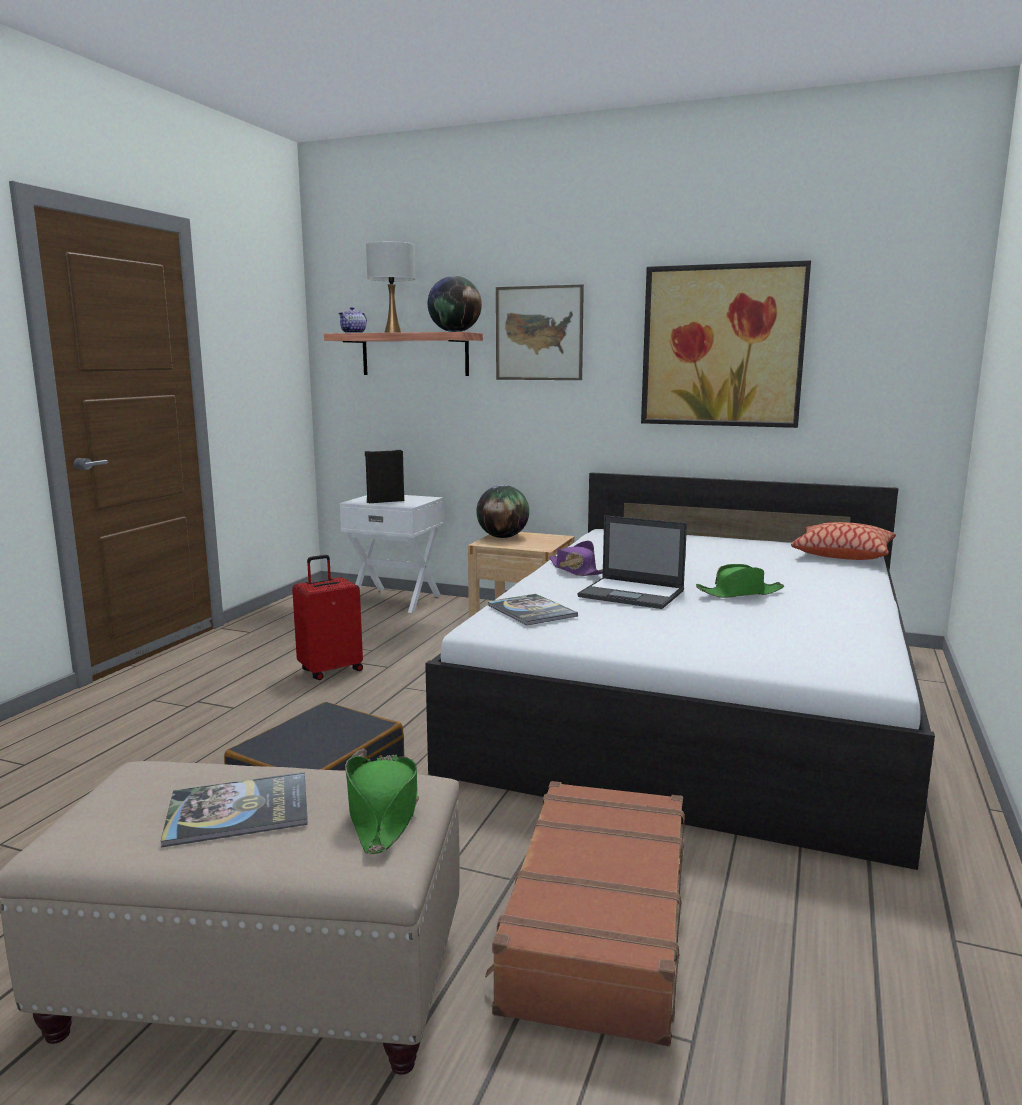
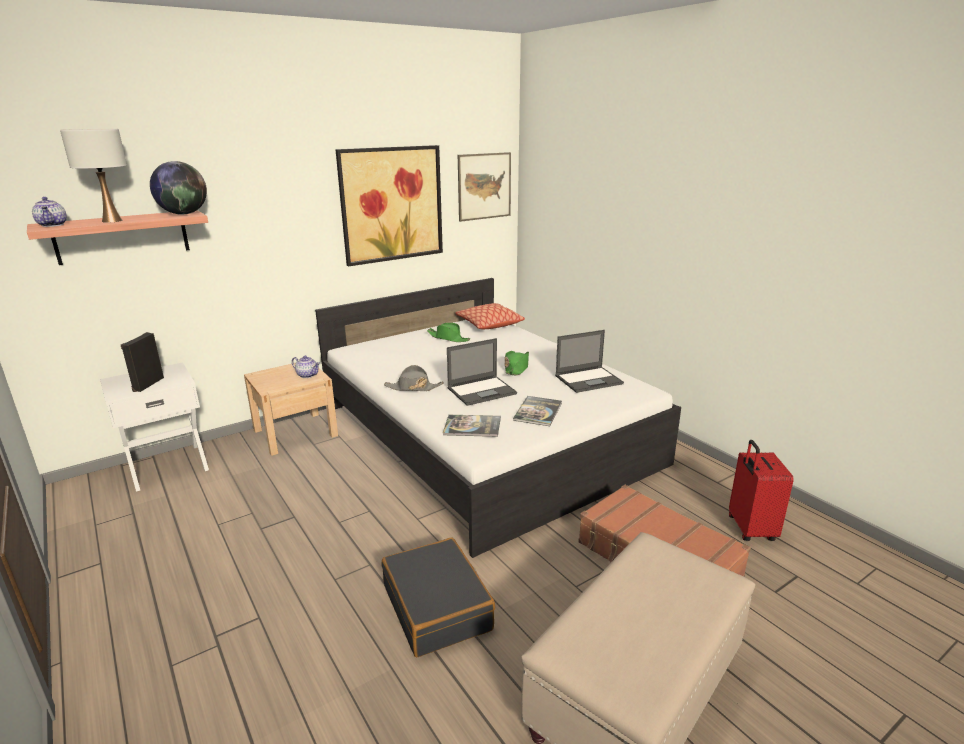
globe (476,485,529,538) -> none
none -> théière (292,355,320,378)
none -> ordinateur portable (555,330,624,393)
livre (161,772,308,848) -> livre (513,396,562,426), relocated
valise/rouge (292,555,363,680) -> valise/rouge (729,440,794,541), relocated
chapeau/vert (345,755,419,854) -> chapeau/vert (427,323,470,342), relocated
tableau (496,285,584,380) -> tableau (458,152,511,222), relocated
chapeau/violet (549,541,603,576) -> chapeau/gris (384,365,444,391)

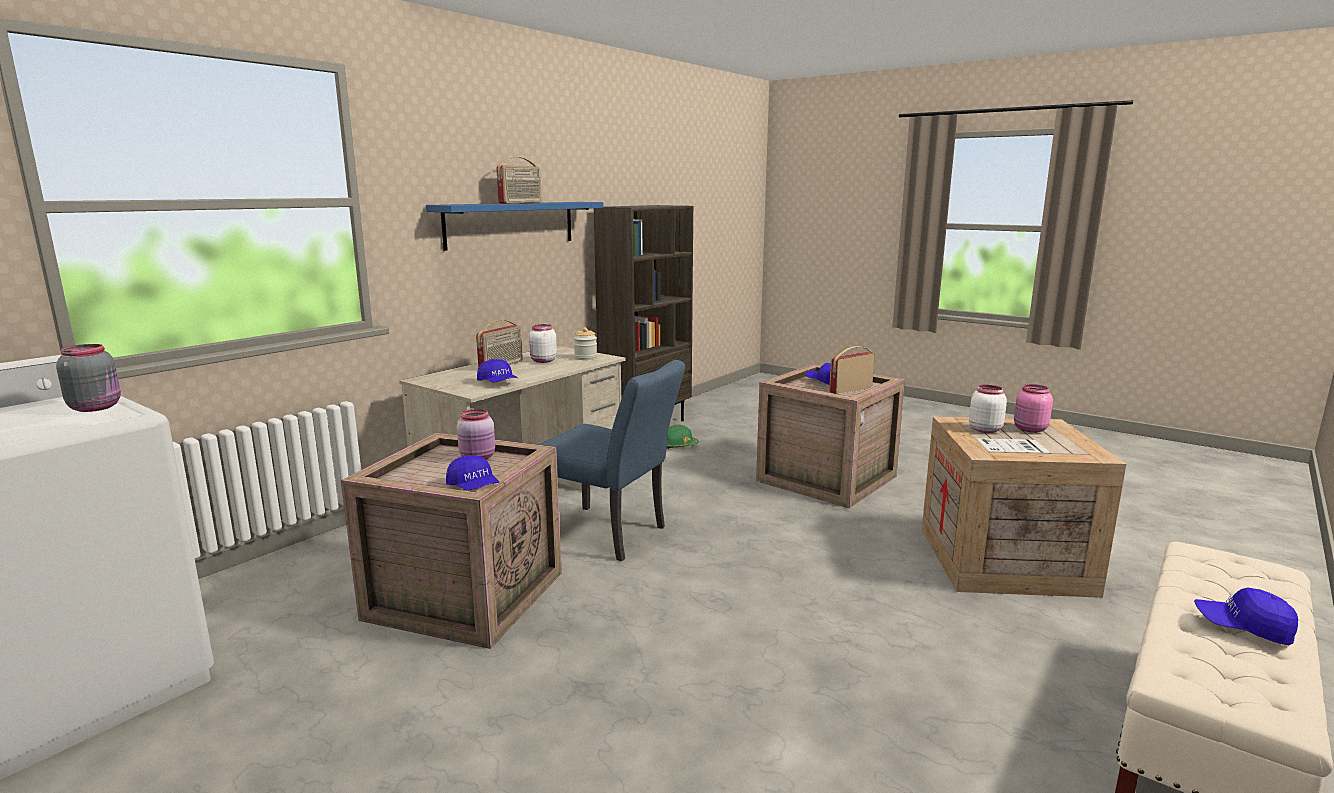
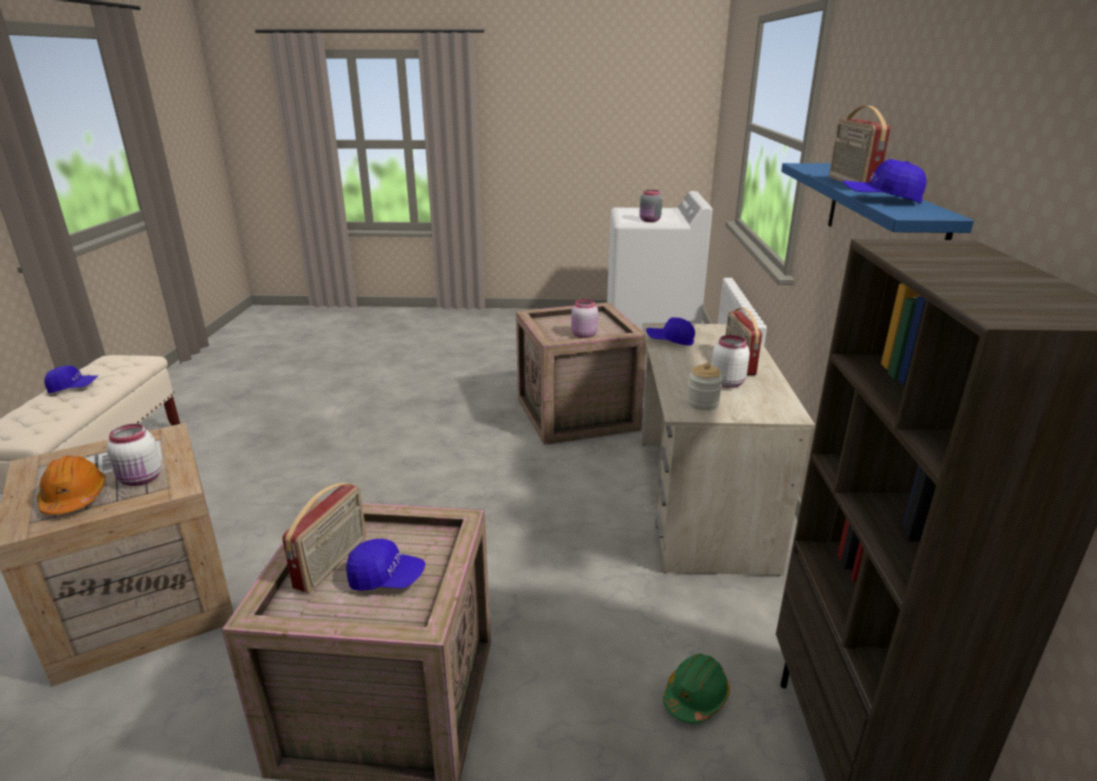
chaise/bleu (539,360,685,561) -> none
casquette/bleu (446,455,499,491) -> casquette/bleu (842,159,926,203), relocated
bocal/rose (1014,384,1053,433) -> casque de chantier/orange (37,456,106,515)

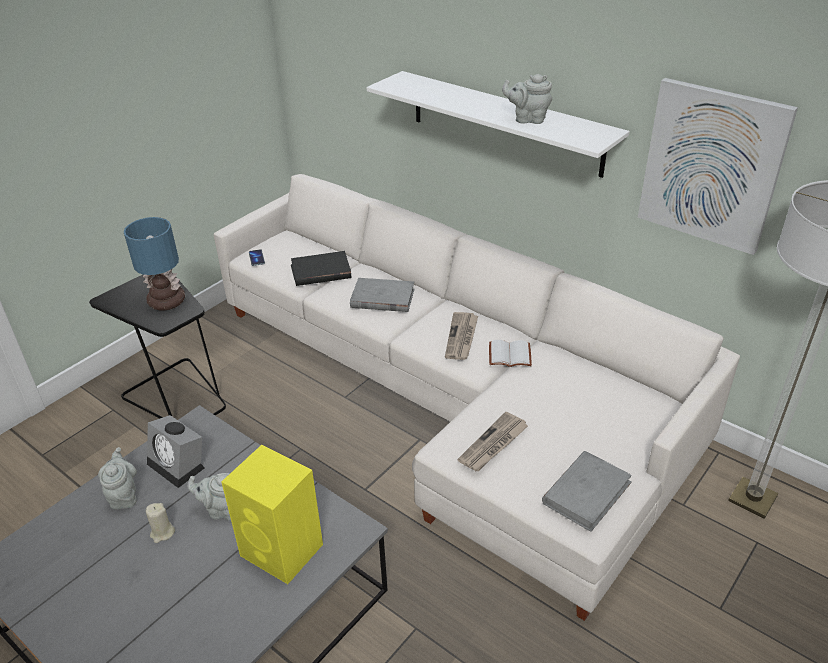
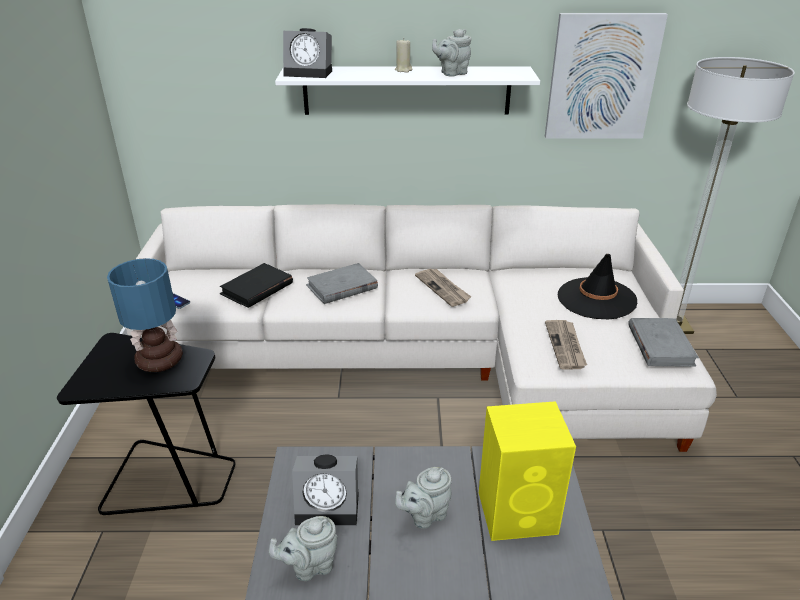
livre/blanc (489,340,532,367) -> none
none -> réveil (283,28,332,78)
none -> chapeau/noir (558,254,637,319)
bougie/beige (146,503,175,543) -> bougie/beige (395,38,412,73), relocated
théière/gris (98,447,137,509) -> théière/gris (269,516,338,581), 60 degrees counterclockwise

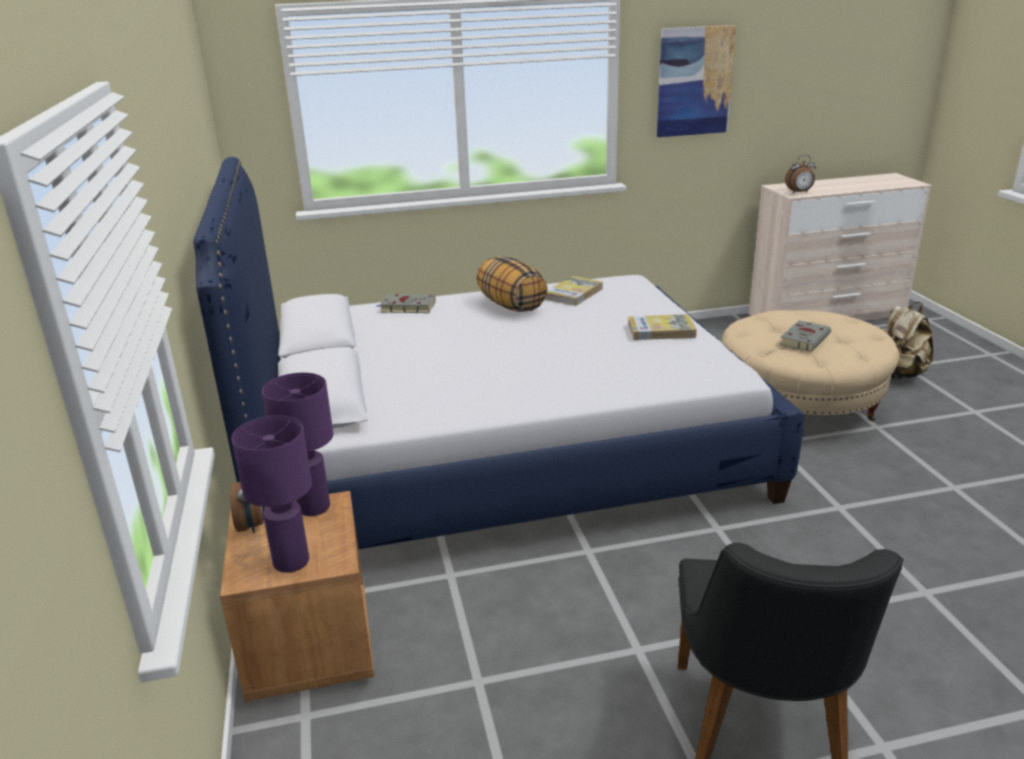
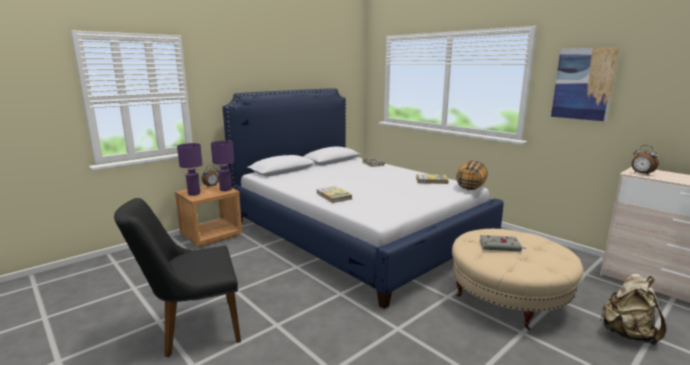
coussin (477,256,548,312) -> coussin (456,160,488,190), relocated
livre (628,314,697,340) -> livre (317,186,352,203), relocated

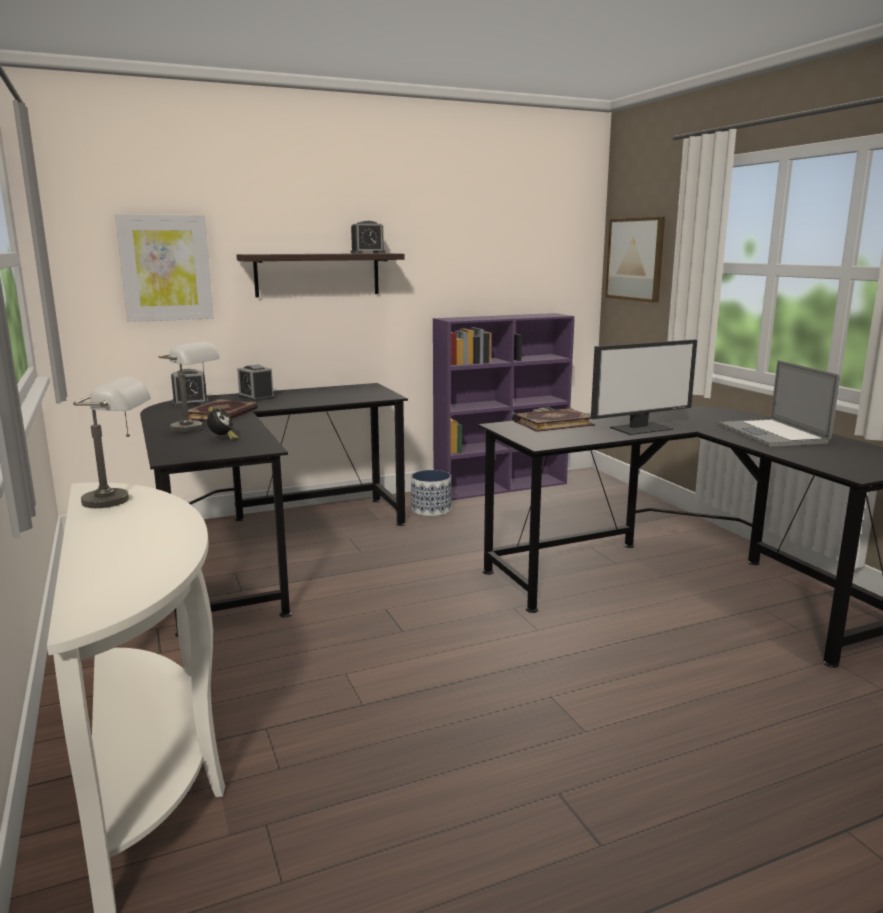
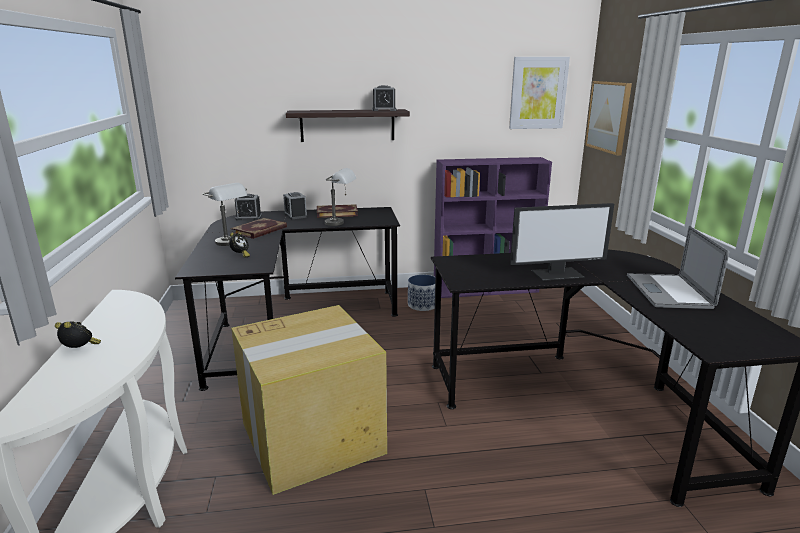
none -> réveil (55,321,101,348)
none -> carton (231,305,387,495)
lampe de table/gris (73,376,151,508) -> lampe de table/gris (325,168,356,226), relocated
tableau (115,214,214,322) -> tableau (509,57,570,129), relocated
livre (513,408,595,432) -> livre (317,204,358,218), relocated

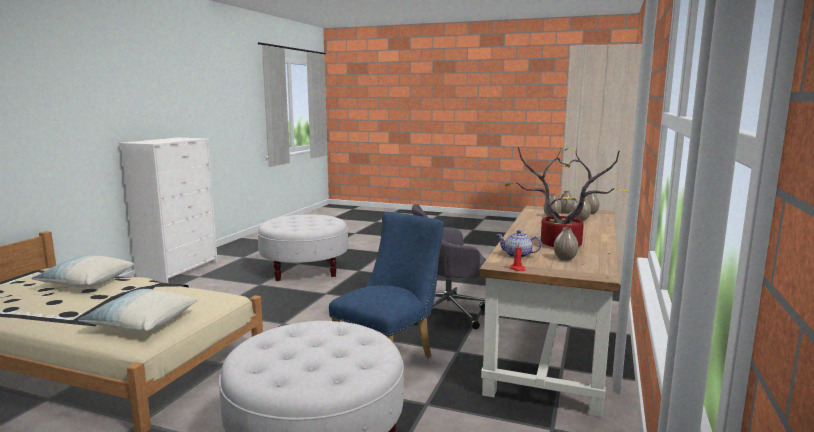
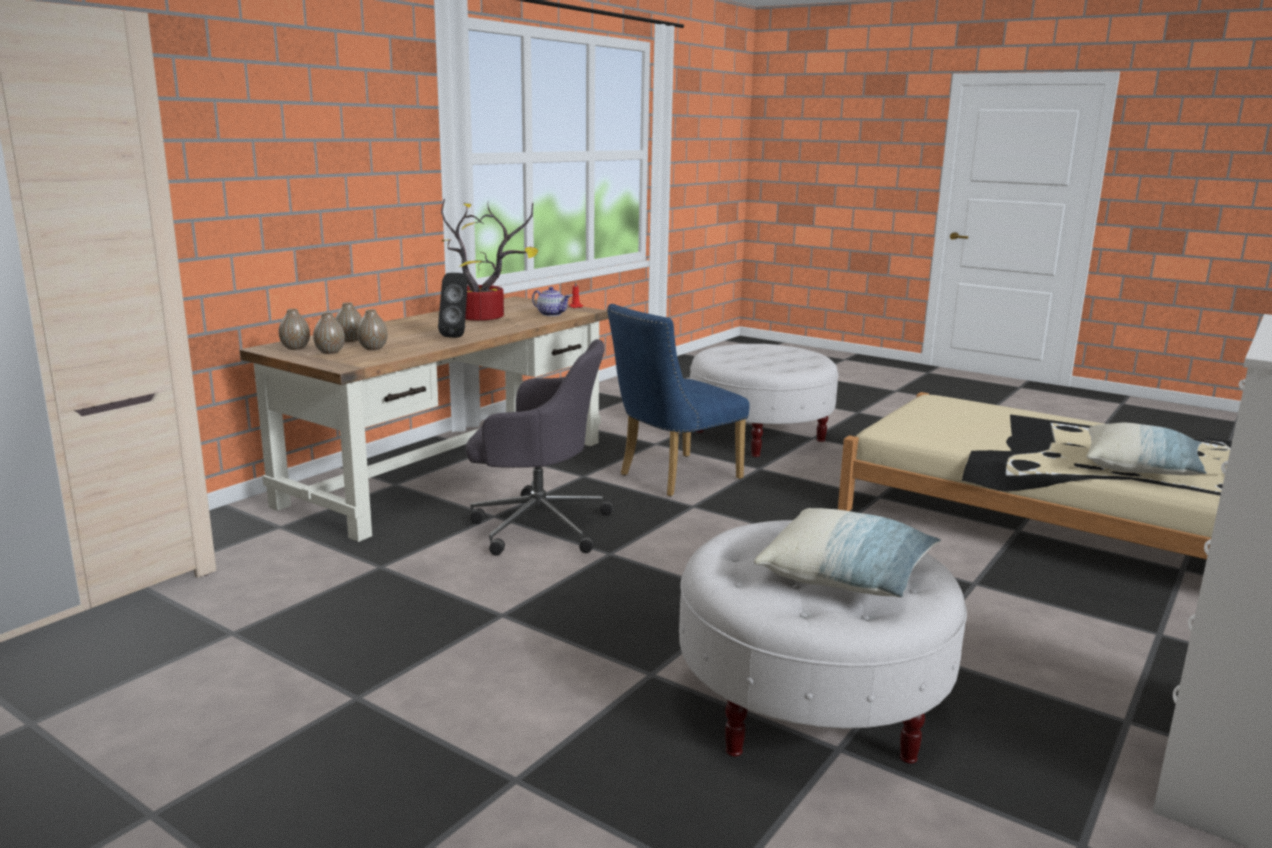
vase (554,228,578,261) -> none
none -> enceinte/noir (438,273,467,338)
coussin (78,289,197,332) -> coussin (754,508,941,597), relocated

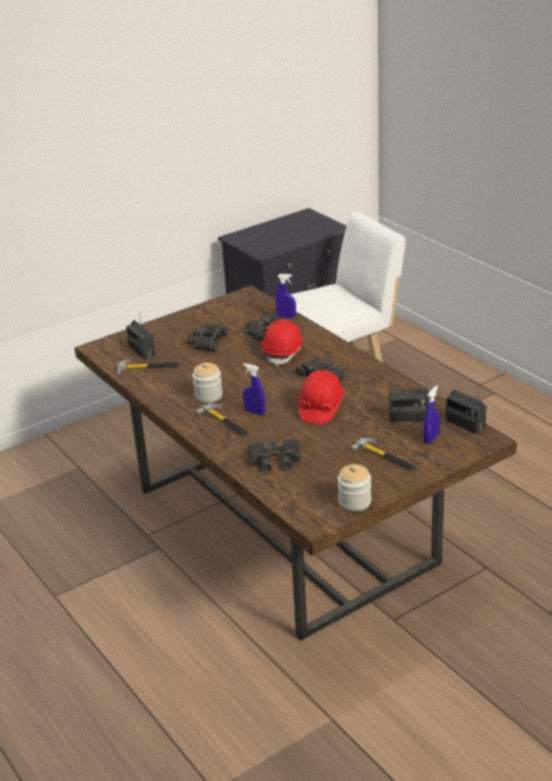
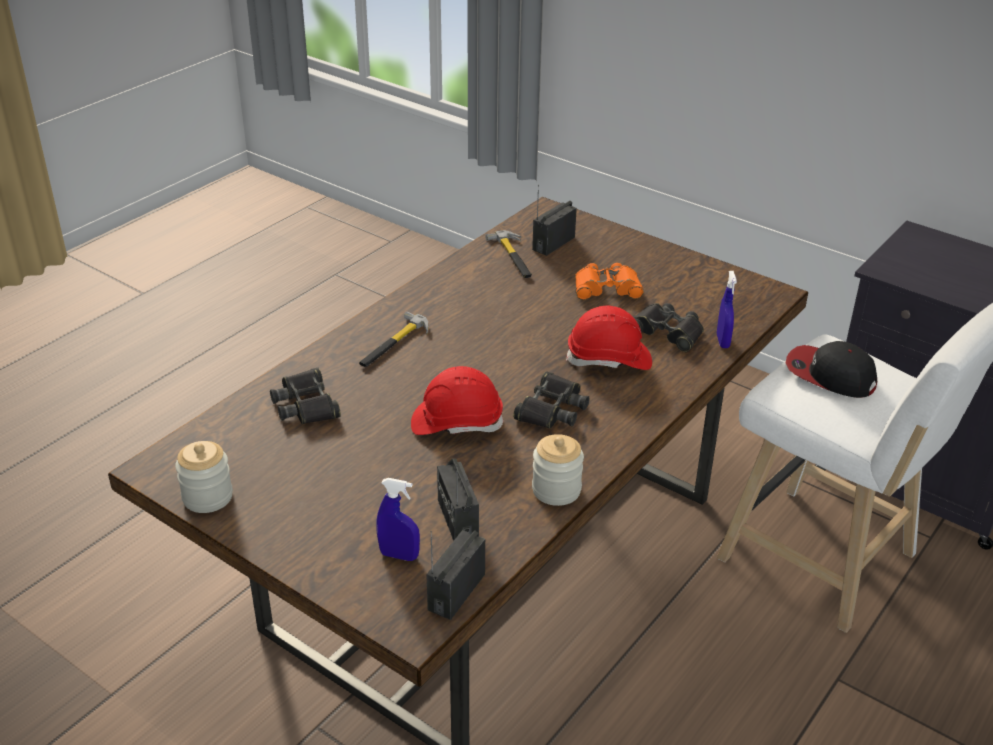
vaporisateur/bleu (243,363,265,415) -> none
marteau (350,438,416,470) -> none
none -> casquette (786,341,877,398)
bocal (192,362,223,403) -> bocal (532,434,584,506), relocated
jumelles/noir (188,324,228,352) -> jumelles/orange (575,263,644,300)

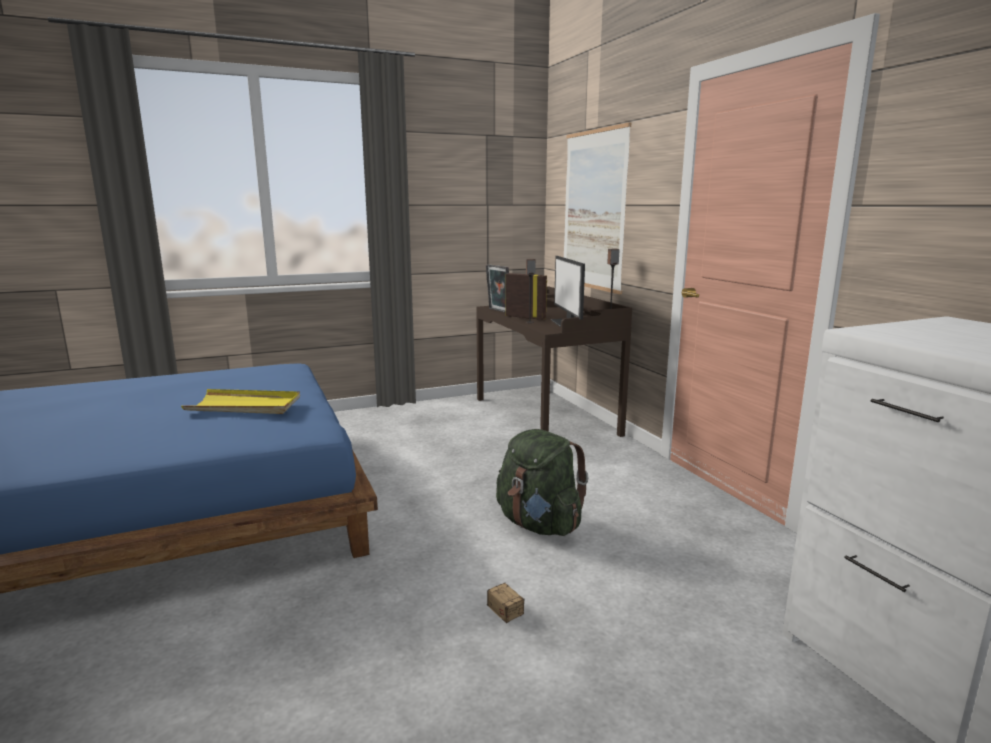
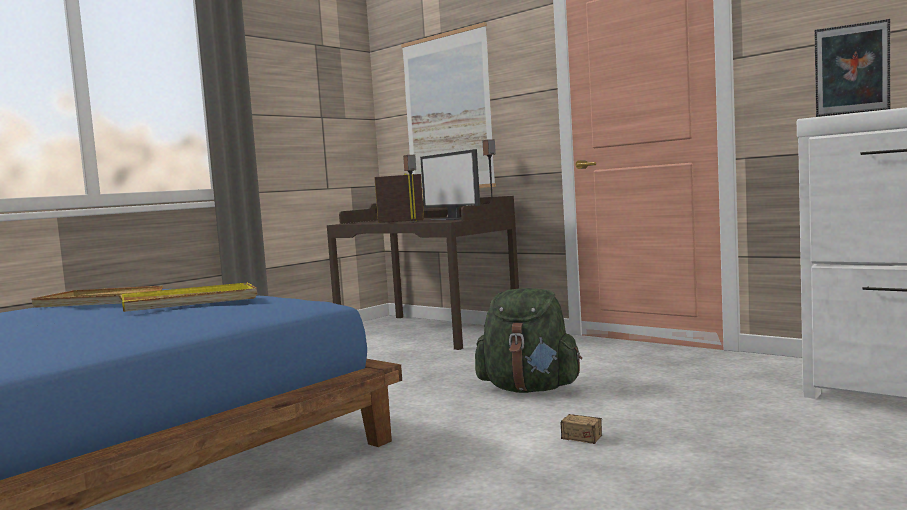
none -> plateau/beige (31,285,163,308)
cadre photo (486,264,509,312) -> cadre photo (814,19,890,117), relocated

